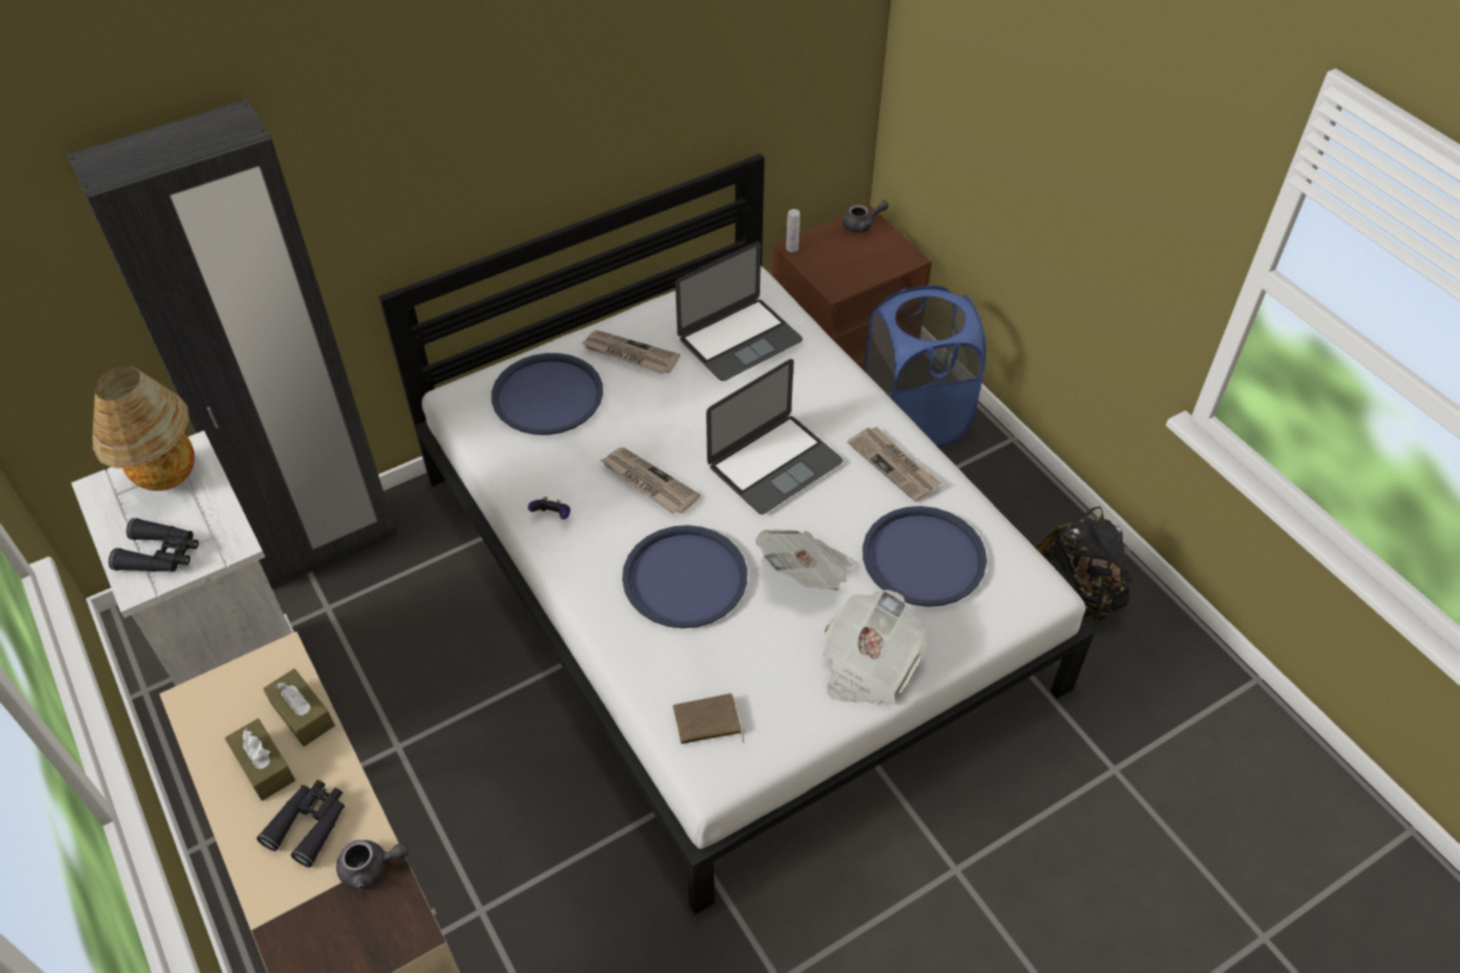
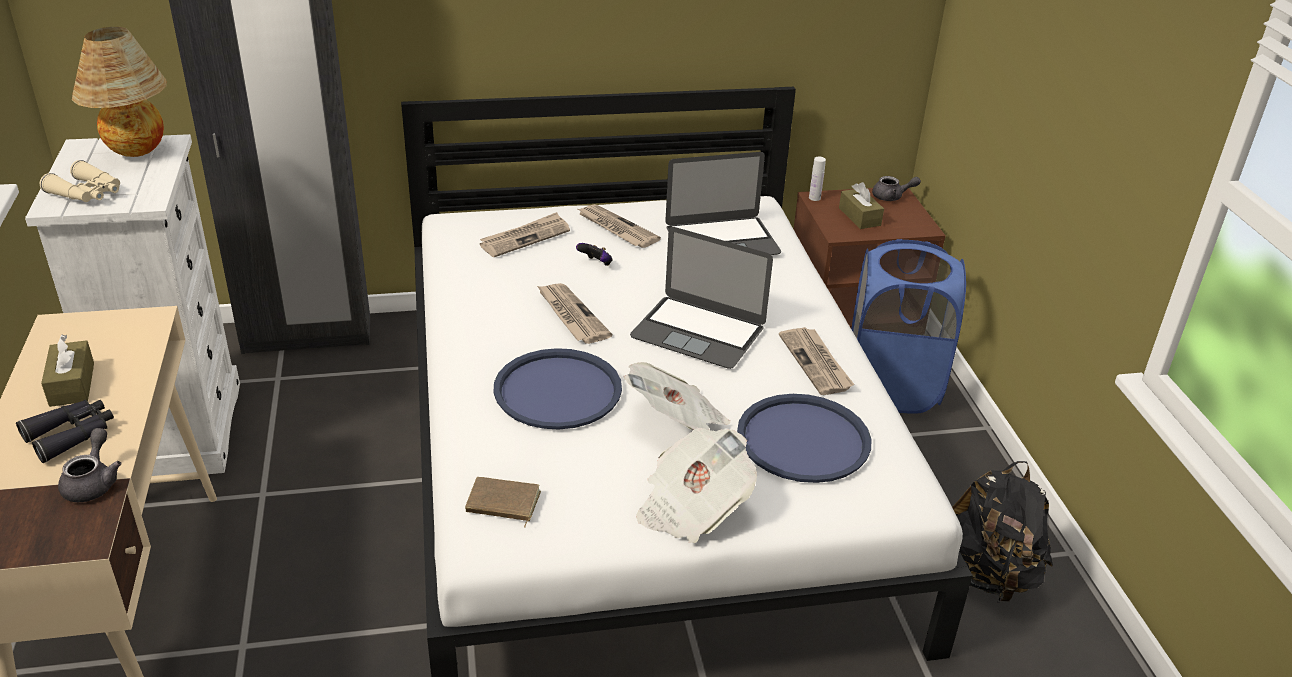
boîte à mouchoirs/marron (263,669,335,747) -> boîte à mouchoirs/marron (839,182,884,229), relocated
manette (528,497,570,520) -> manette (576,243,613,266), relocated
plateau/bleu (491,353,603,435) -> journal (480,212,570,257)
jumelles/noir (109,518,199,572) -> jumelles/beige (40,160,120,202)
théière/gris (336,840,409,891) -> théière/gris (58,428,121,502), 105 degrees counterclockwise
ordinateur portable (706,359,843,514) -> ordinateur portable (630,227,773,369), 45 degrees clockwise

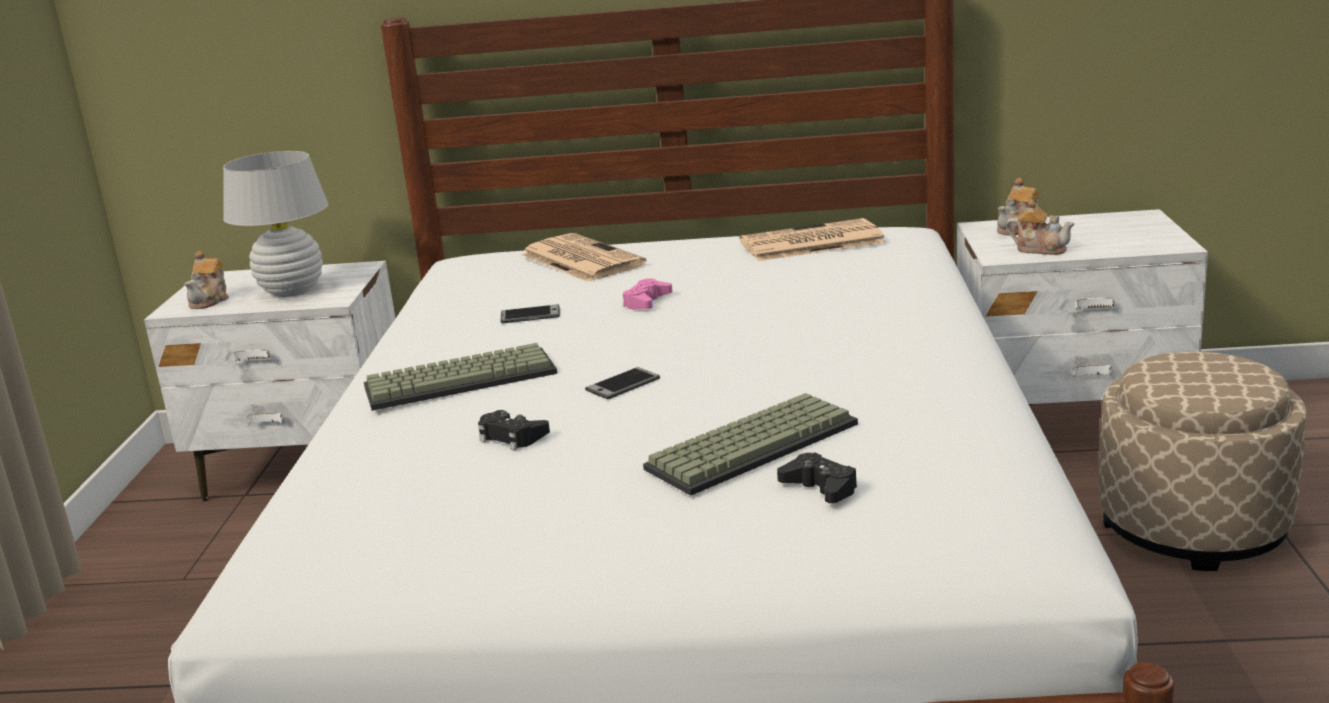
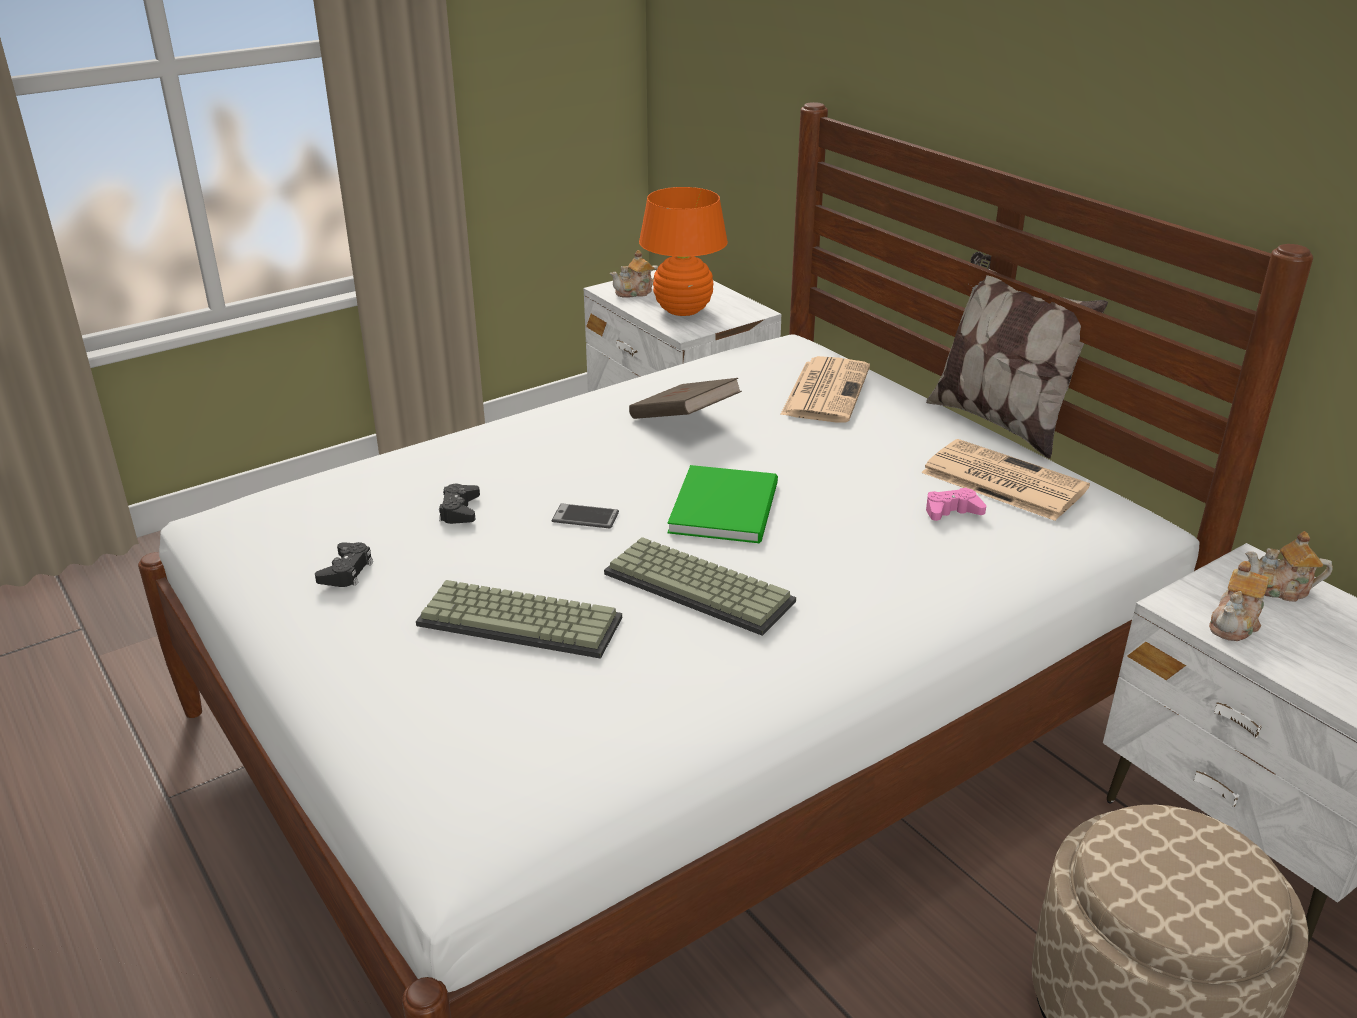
none -> livre/vert (667,465,778,543)
none -> coussin (926,252,1108,459)
clavier (364,343,557,411) -> clavier (604,537,796,636), relocated
manette/rose (623,278,673,309) -> manette/rose (926,488,986,521), relocated
manette/noir (777,452,857,503) -> manette/noir (315,542,373,587), relocated
téléphone (501,304,560,323) -> livre/marron (629,378,742,419)
lampe de table/blanc (223,151,328,297) -> lampe de table/orange (639,187,728,316)
théière (1006,199,1075,255) -> théière (1209,561,1269,641), 45 degrees clockwise

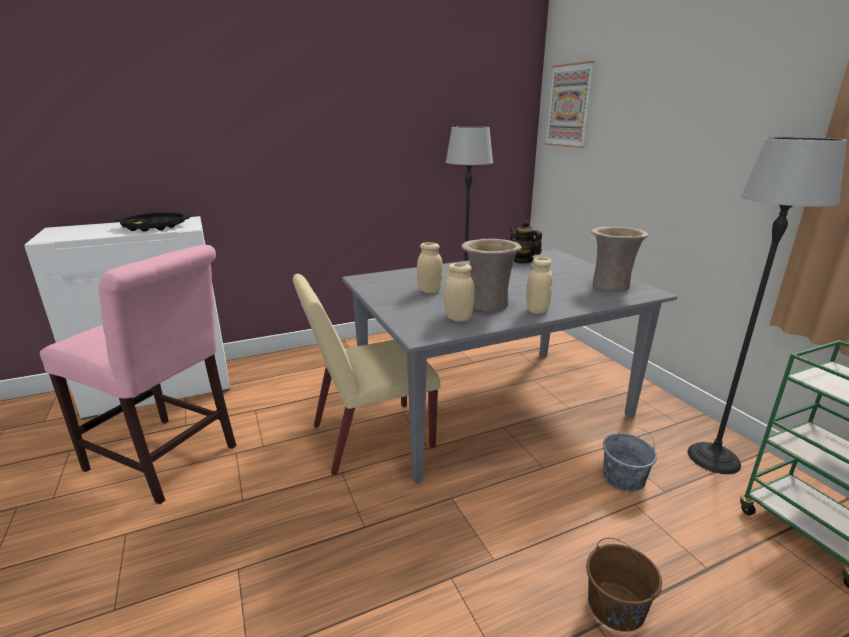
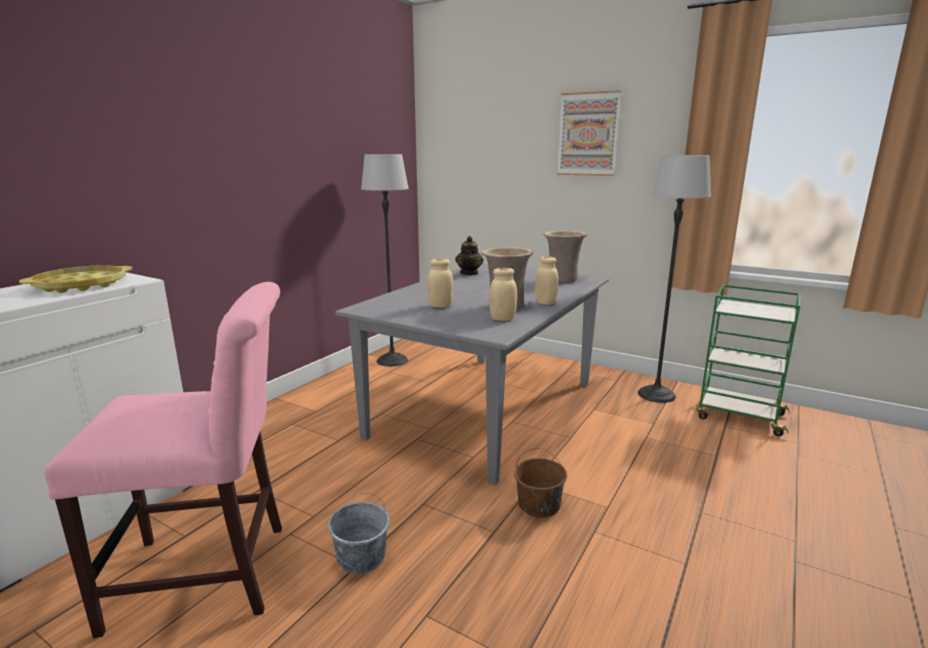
chaise/beige (293,274,440,475) -> none
tableau (545,61,594,148) -> tableau (557,90,622,176), relocated
seau/marron (586,538,662,632) -> seau/marron (514,448,567,518), relocated
seau/gris (603,427,657,492) -> seau/gris (328,493,390,574), relocated
plateau/noir (115,212,190,232) -> plateau/jaune (19,265,132,293)
théière (509,220,542,263) -> théière (455,236,484,275), 105 degrees counterclockwise

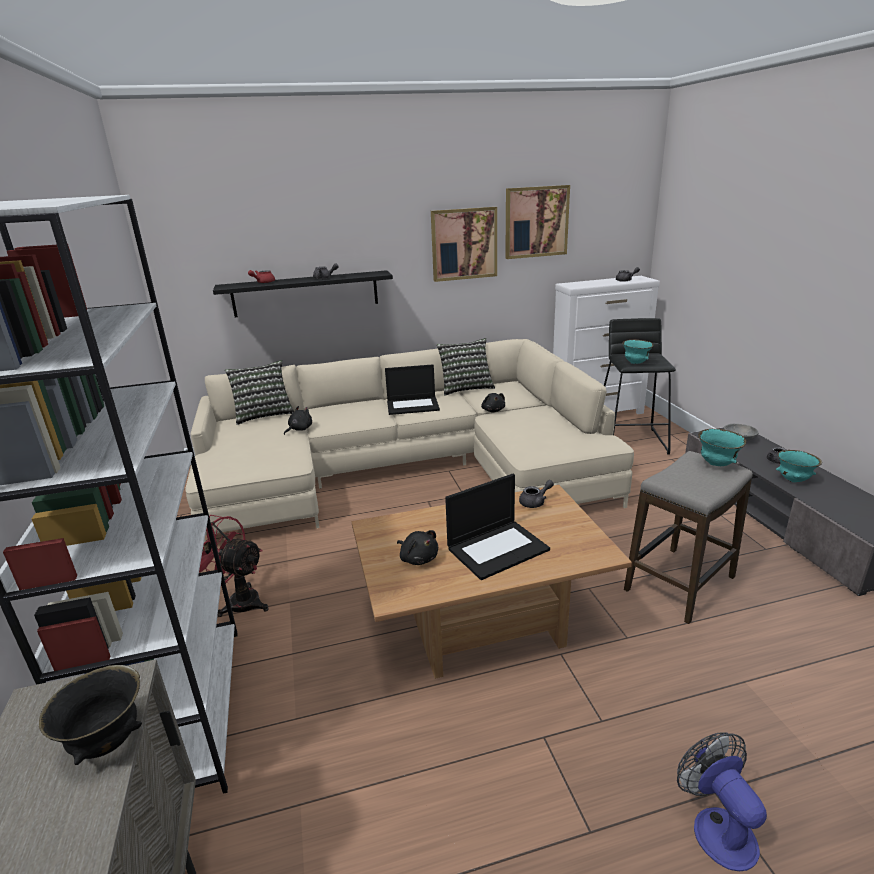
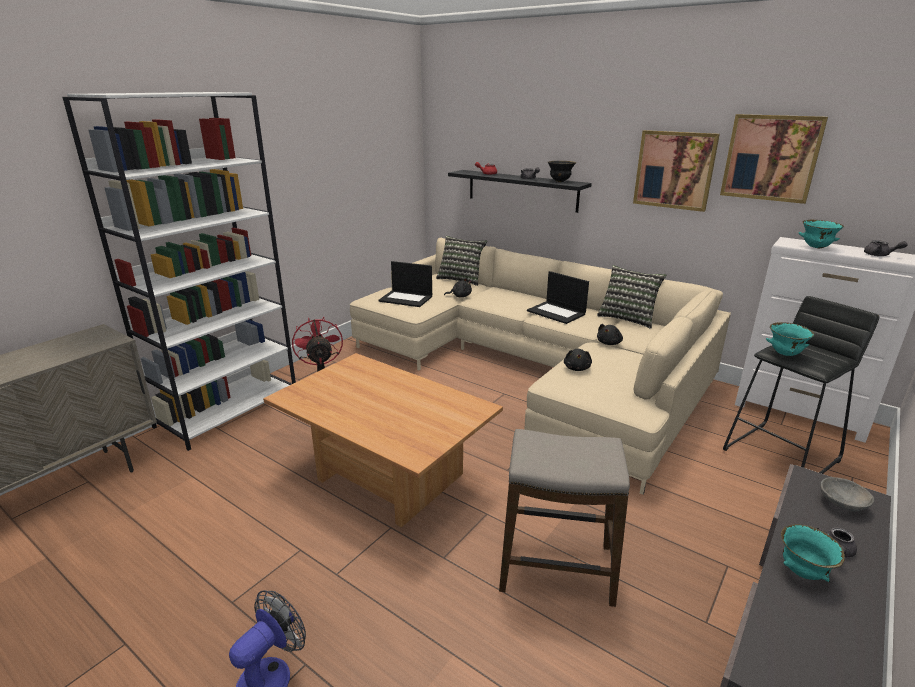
théière/gris (519,480,554,508) -> none
bol/noir (39,665,142,765) -> bol/noir (548,161,576,182), relocated
peluche/noir (397,530,438,565) -> peluche/noir (564,349,592,371), relocated
ordinateur portable (445,474,550,580) -> ordinateur portable (378,261,432,307), relocated
bol/turquoise (698,429,746,466) -> bol/turquoise (799,220,844,248), relocated

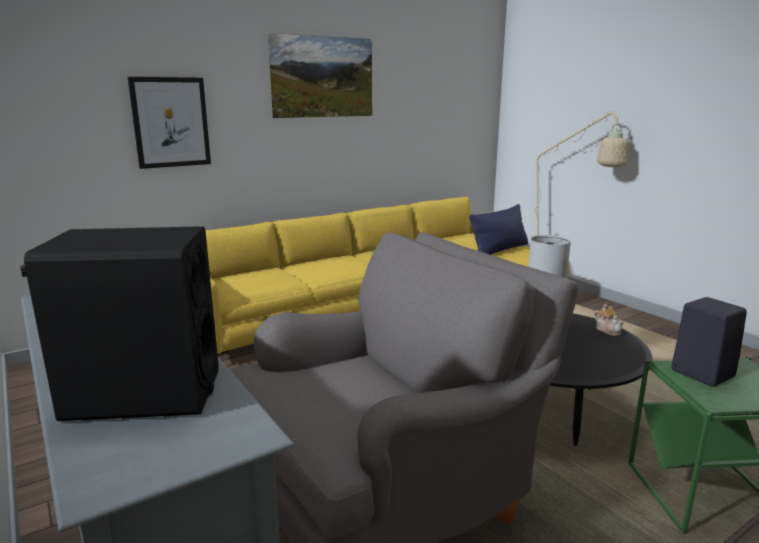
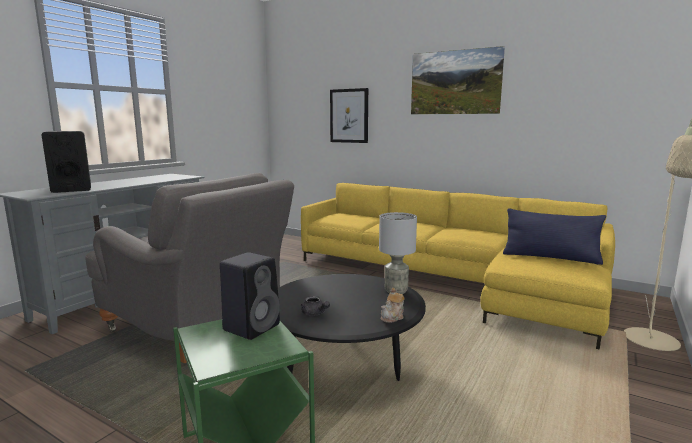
none -> théière/gris (301,296,330,316)

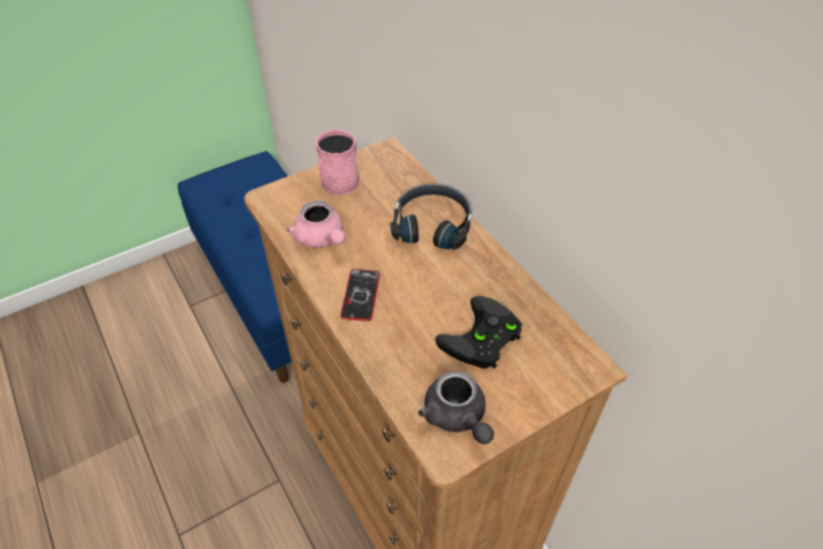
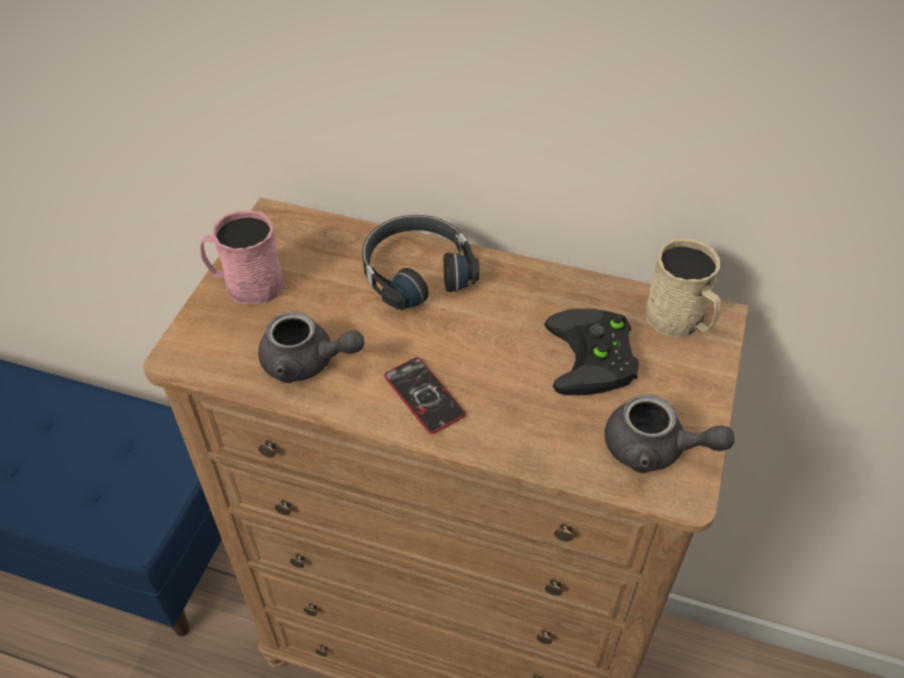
none -> mug/beige (645,238,721,337)
théière/rose (286,201,345,247) -> théière/gris (258,311,364,383)

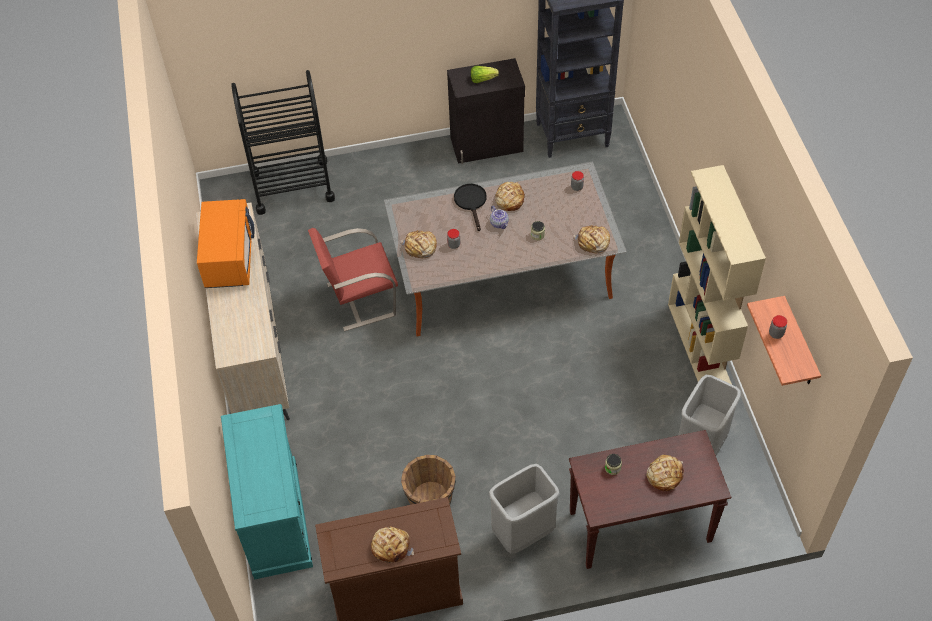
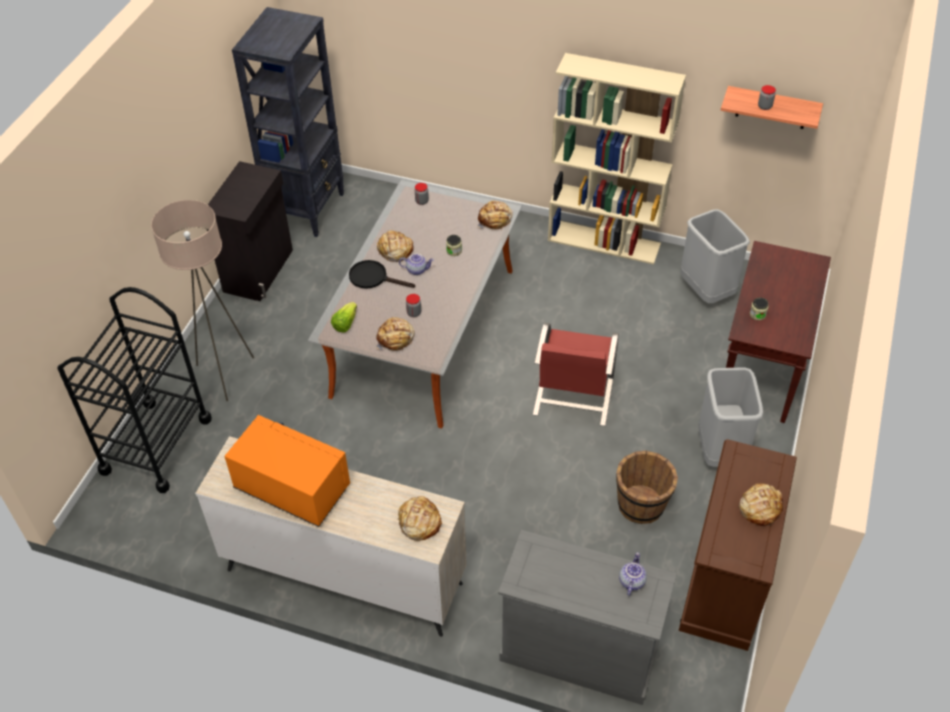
none -> lampadaire/beige (151,200,254,401)
none -> théière (619,552,647,596)
chaise/rouge (308,228,398,331) -> chaise/rouge (532,323,619,426), relocated
laitue (471,66,499,83) -> laitue (331,302,357,333), relocated
pain (646,455,684,492) -> pain (397,496,442,541), relocated
commode/turquoise (221,404,313,580) -> commode/gris (498,530,677,705)

